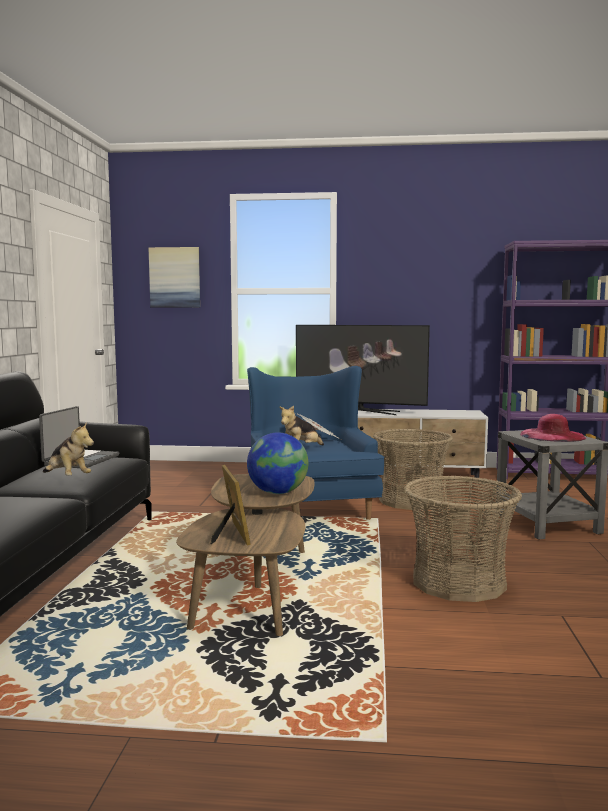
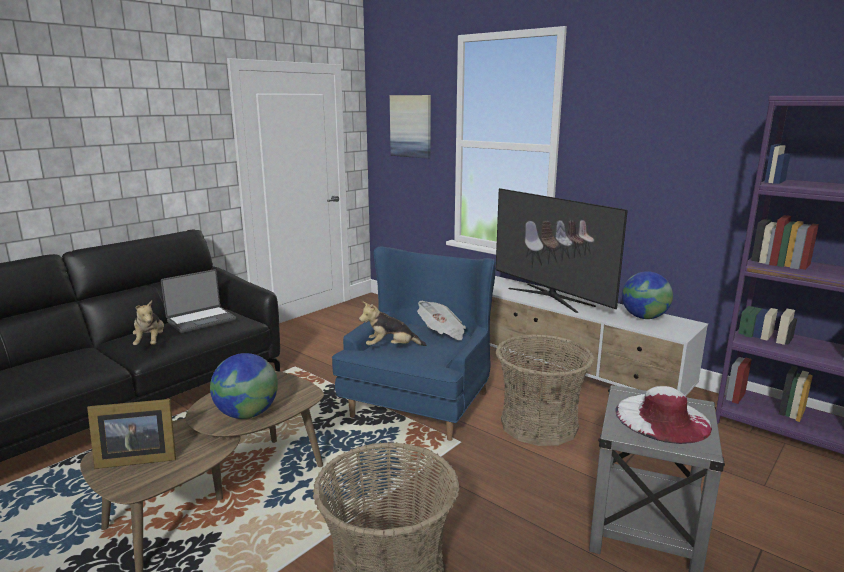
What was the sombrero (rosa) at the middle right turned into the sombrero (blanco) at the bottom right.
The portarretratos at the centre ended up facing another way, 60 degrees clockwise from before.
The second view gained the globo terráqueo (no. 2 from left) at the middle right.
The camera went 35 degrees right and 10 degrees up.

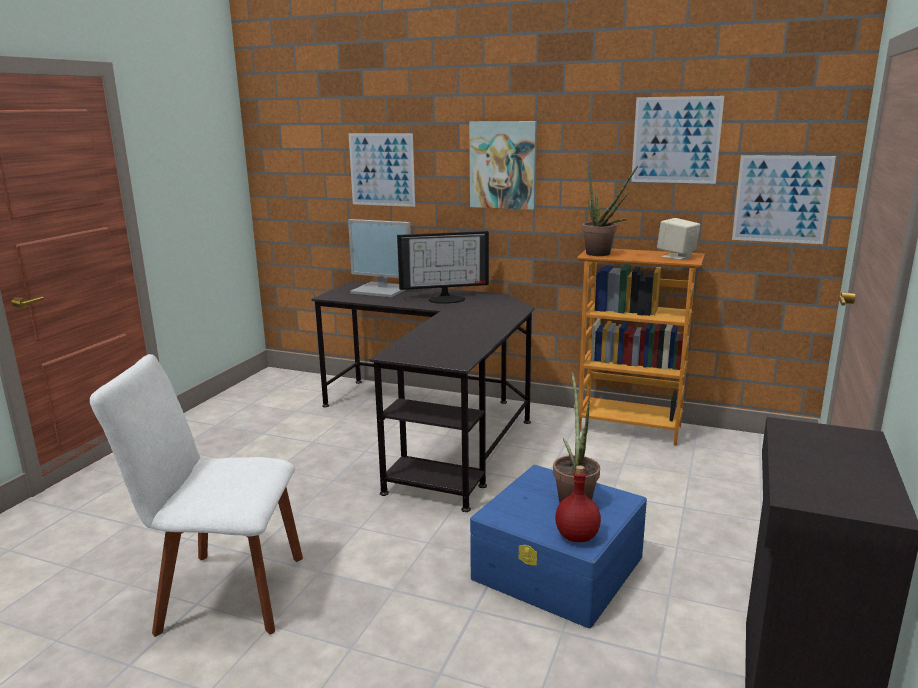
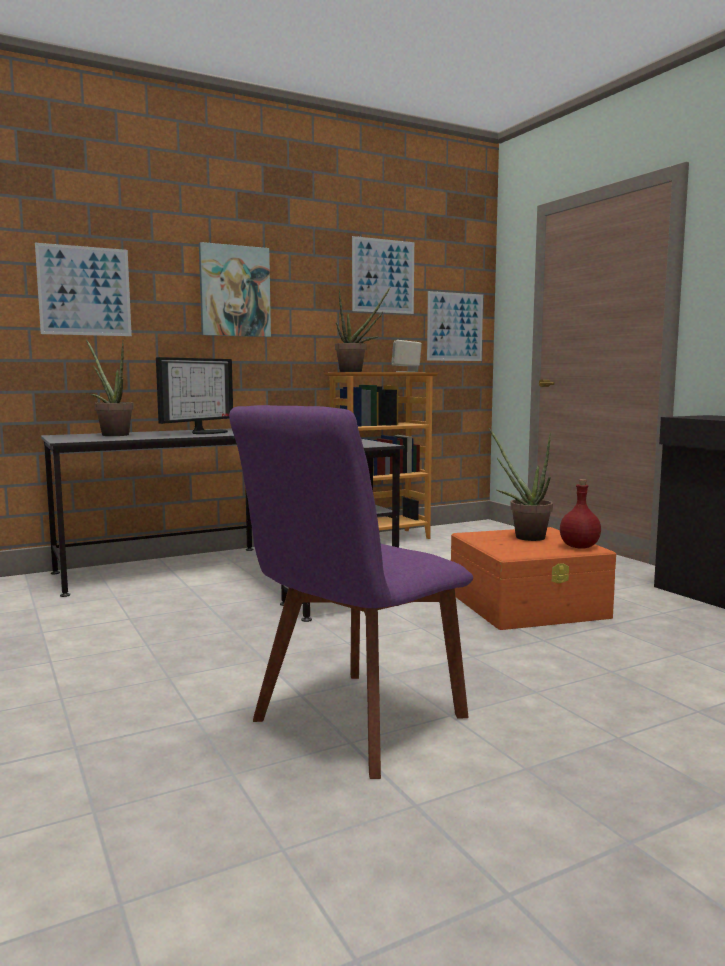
Where the monitor (no. 1 from left) stood at the centre, the planta en maceta (no. 1 from left) came to stand at the middle left.
What was the silla (blanco) at the bottom left turned into the silla (morado) at the centre.
What was the caja de almacenaje (azul) at the bottom centre turned into the caja de almacenaje (naranja) at the middle right.
The camera went 50 degrees left and 10 degrees down.

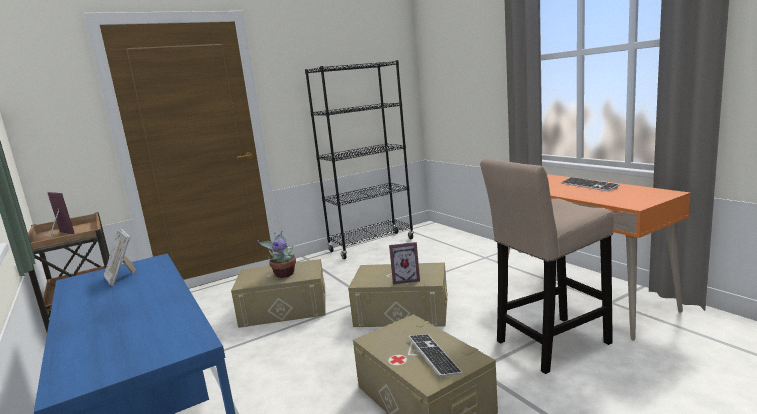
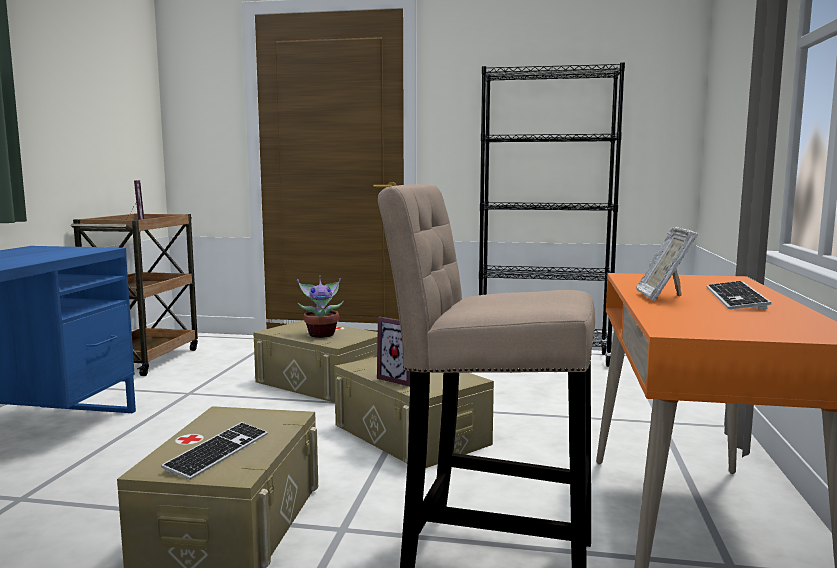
The portarretratos (no. 2 from left in the first image) ended up elsewhere, having gone from the middle left to the middle right.
The camera went 40 degrees right and 5 degrees down.

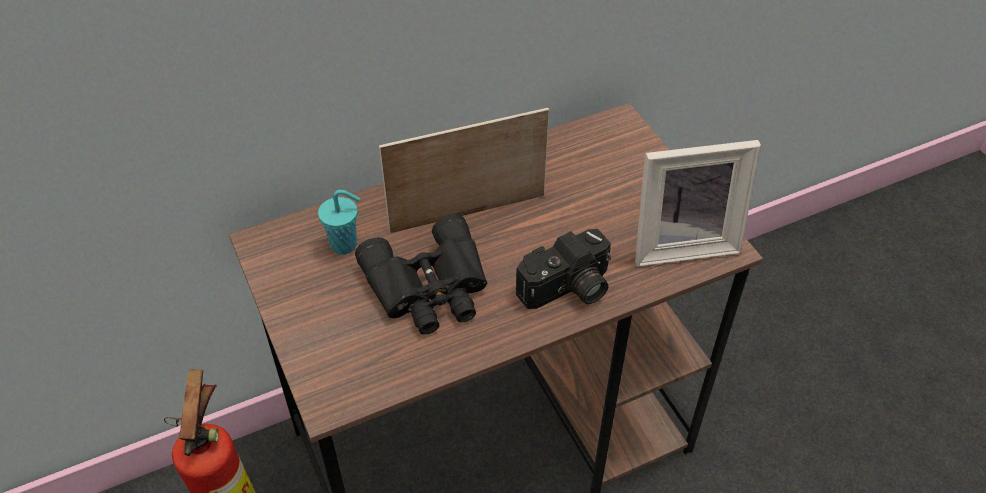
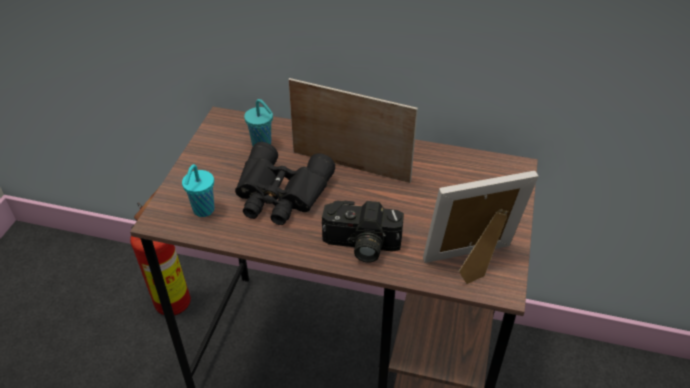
The portarretratos (no. 2 from left) at the middle right ended up facing another way, 135 degrees clockwise from before.
The second view gained the taza (turquesa) (no. 1 from left) at the middle left.
The camera went 40 degrees right and 5 degrees down.

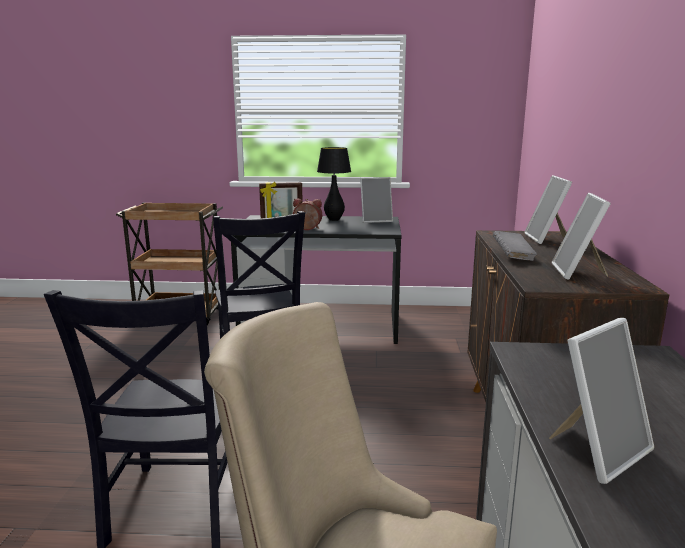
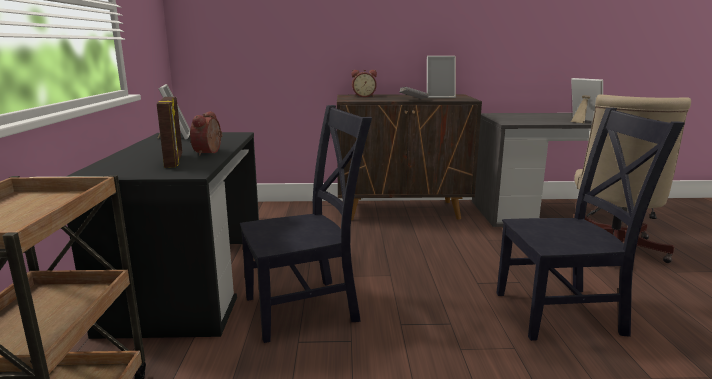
The second view lost the lámpara de mesa (negro) at the centre.
Where the portarretratos (no. 3 from left) stood at the middle right, the despertador (no. 2 from left) came to stand at the top centre.
The camera went 95 degrees left and 0 degrees up.

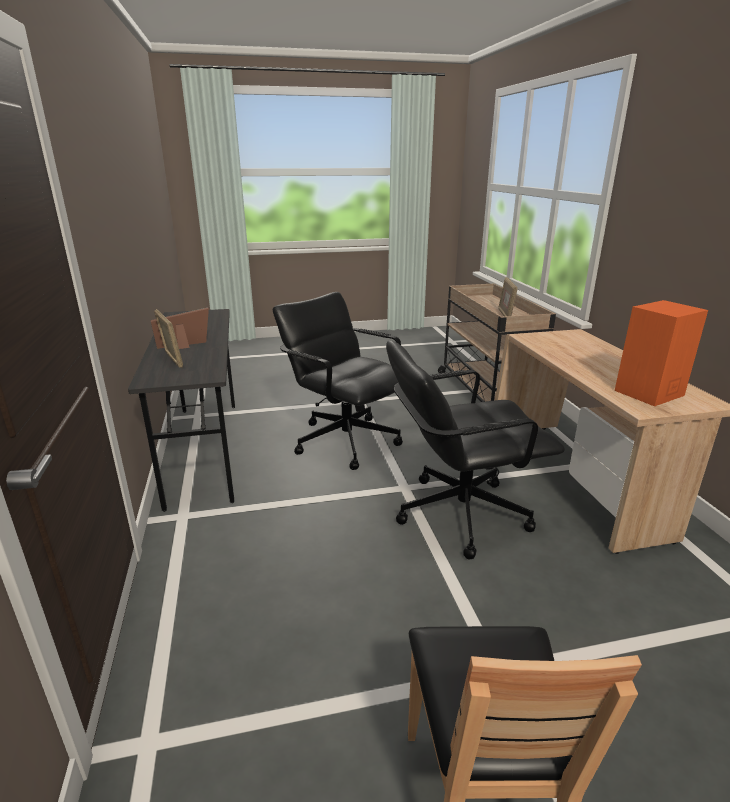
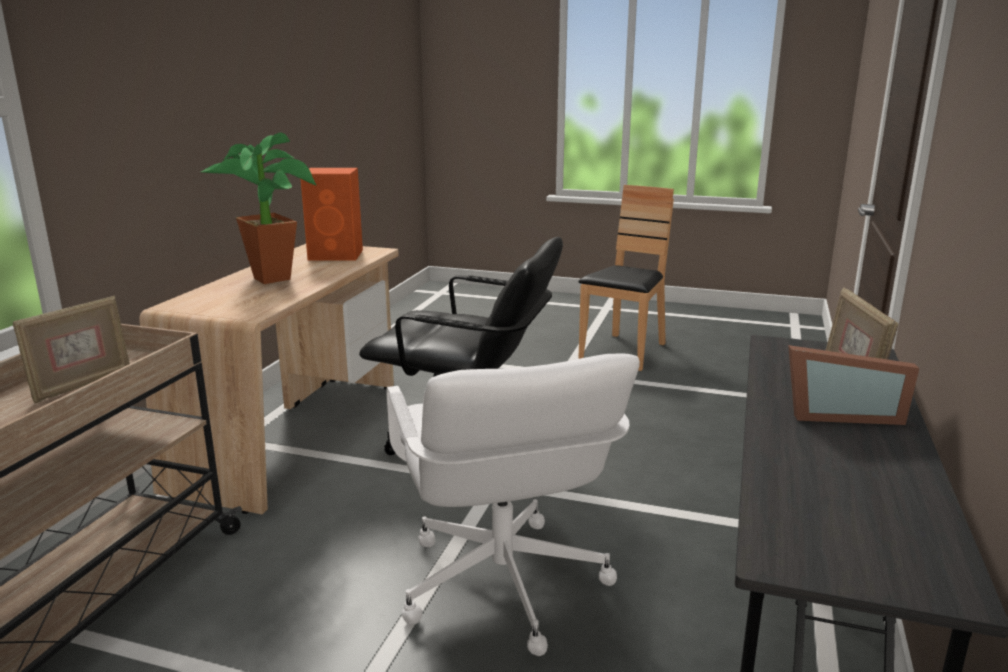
What was the silla de oficina (negro) (no. 1 from left) at the centre turned into the silla de oficina (blanco) at the bottom centre.
The second view gained the planta en maceta at the top left.
The camera went 150 degrees left and 5 degrees down.

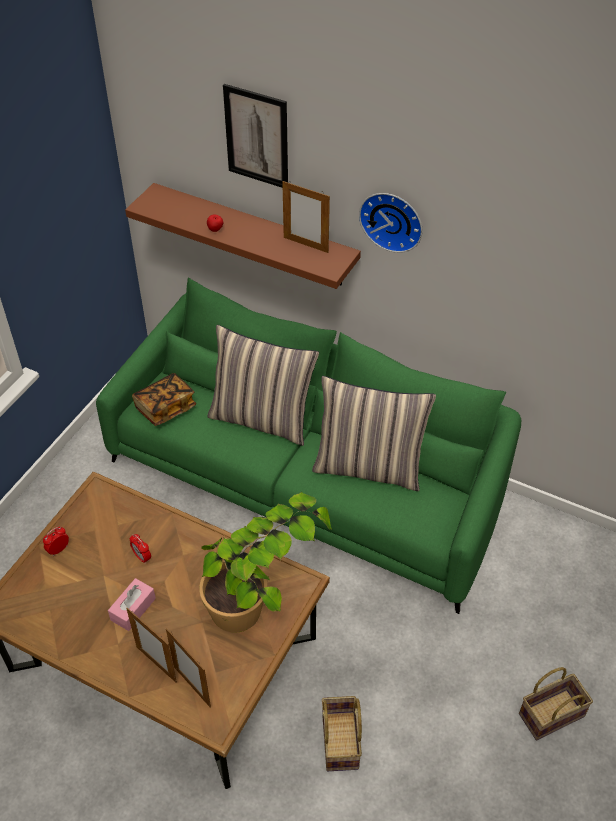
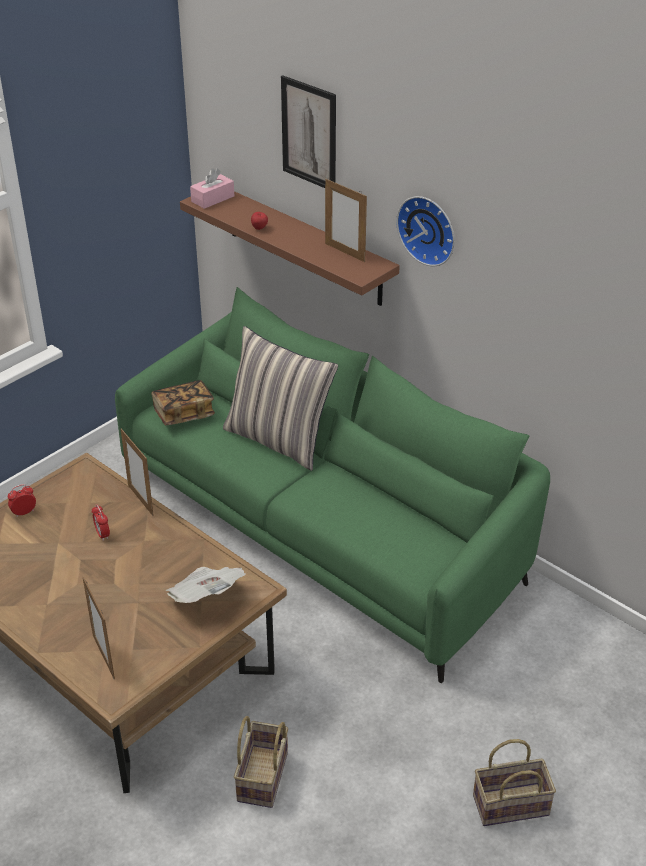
The second view lost the cojín (no. 2 from left) at the centre.
Where the planta en maceta stood at the bottom centre, the periódico came to stand at the bottom left.
The caja de pañuelos (rosa) ended up elsewhere, having gone from the bottom left to the top left.
The portarretratos (no. 1 from left in the first image) ended up elsewhere, having gone from the bottom left to the middle left.
The camera went 15 degrees right and 10 degrees down.

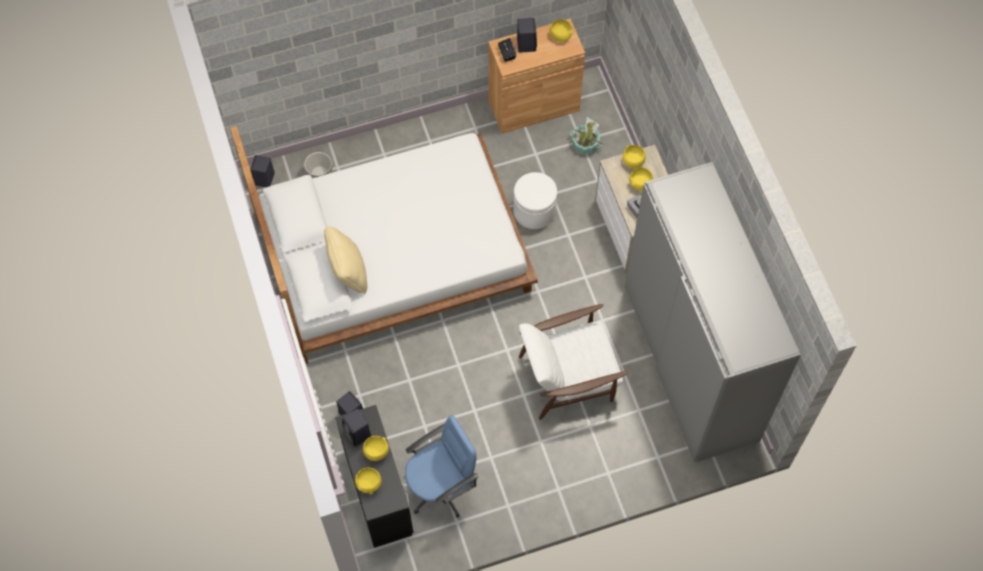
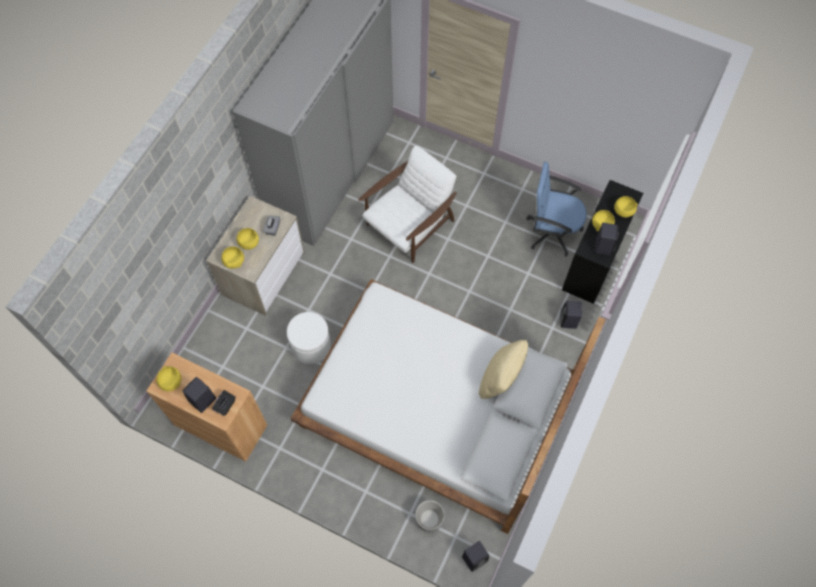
The second view lost the planta en maceta at the top centre.
The sillón (blanco) at the centre ended up facing another way, 75 degrees counterclockwise from before.
The camera went 135 degrees left and 0 degrees up.

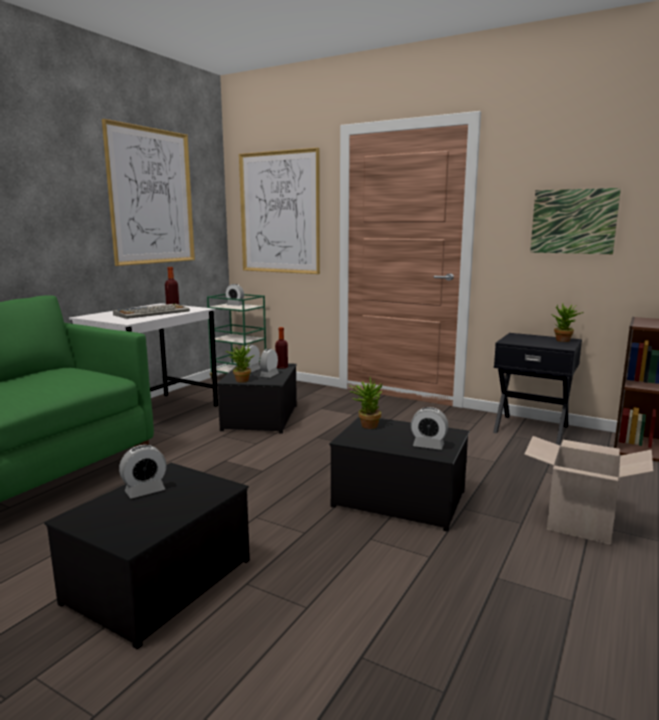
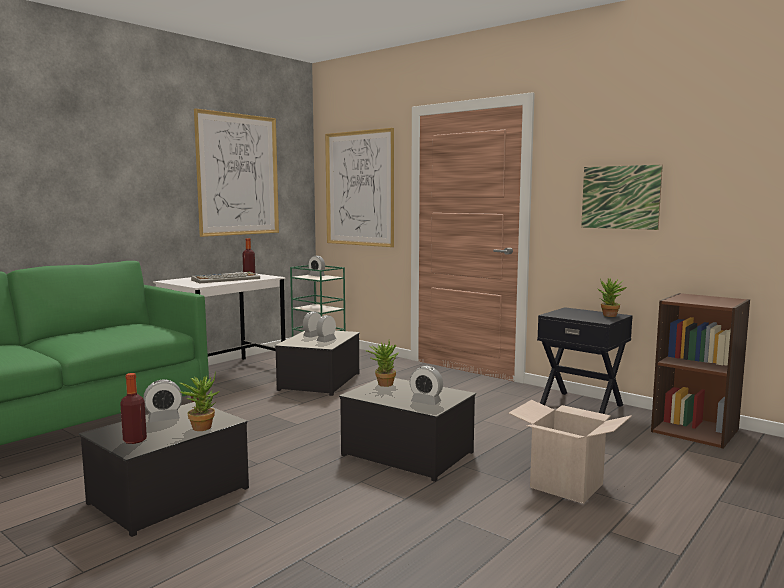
The botella (no. 2 from left in the first image) ended up elsewhere, having gone from the centre to the bottom left.
The planta en maceta (no. 1 from left) ended up elsewhere, having gone from the centre to the bottom left.
The camera went 10 degrees right and 5 degrees down.

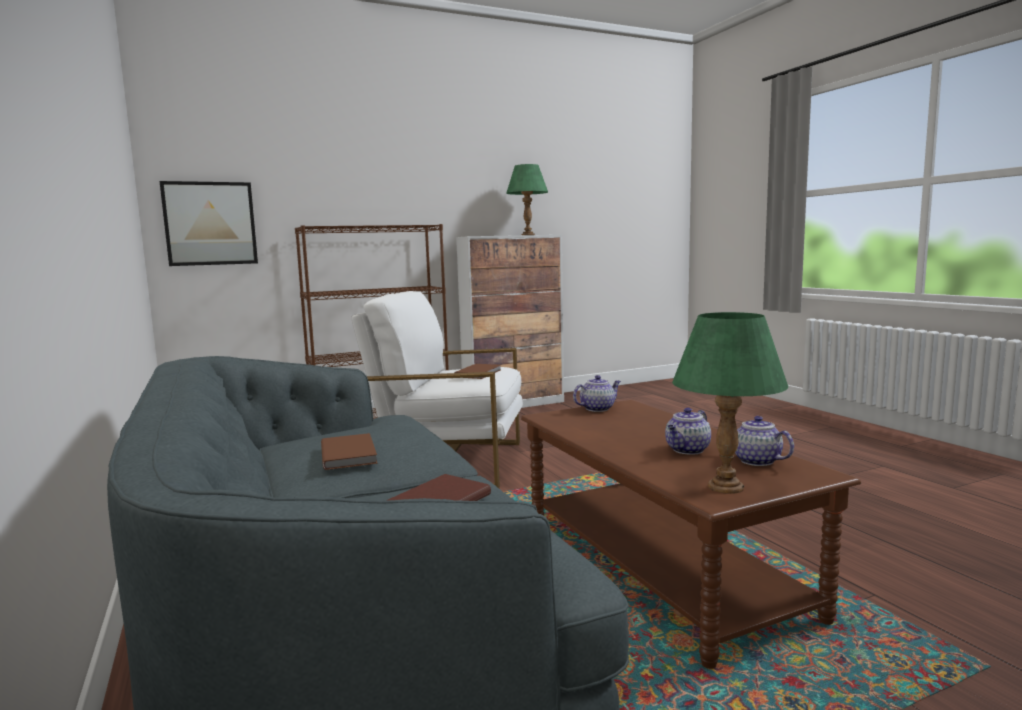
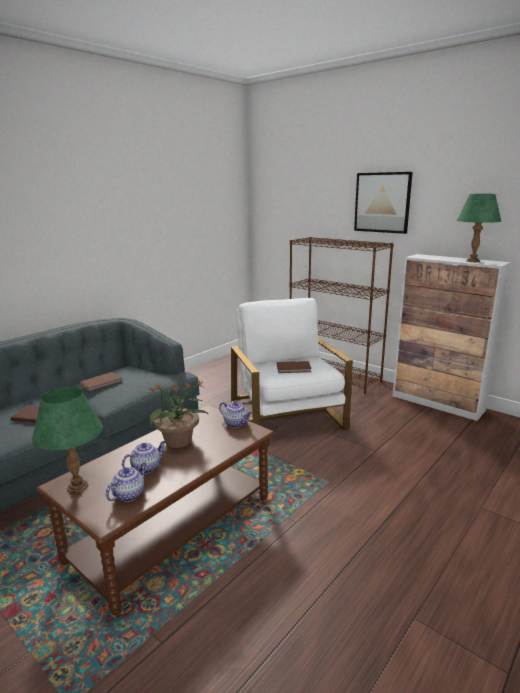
The cuadro ended up elsewhere, having gone from the top left to the top right.
The tetera (no. 2 from left) at the middle right ended up facing another way, 120 degrees clockwise from before.
The second view gained the planta en maceta at the centre.
The camera went 65 degrees right and 10 degrees up.

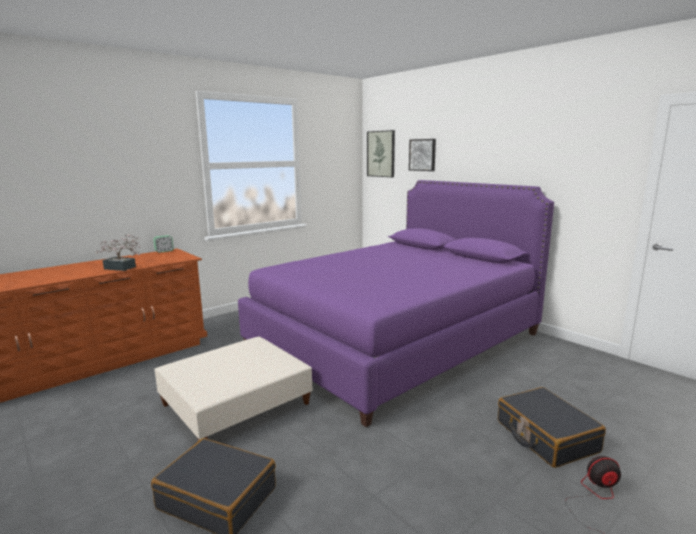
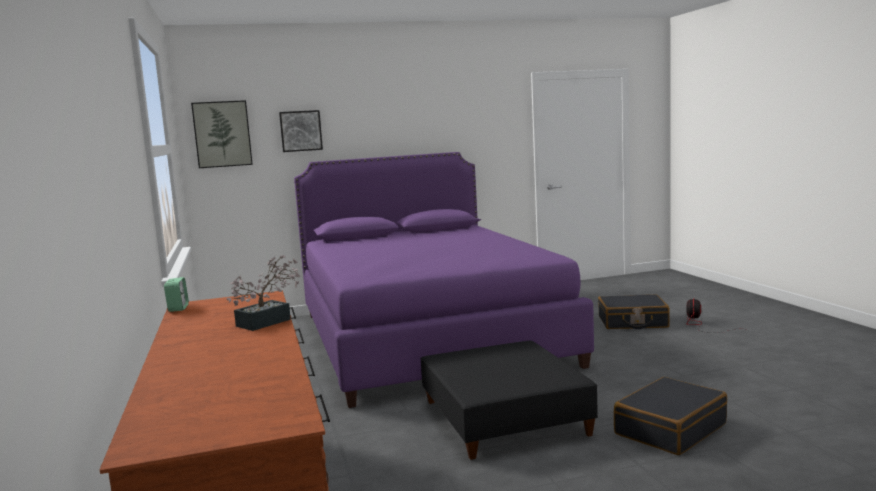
What was the puf (beis) at the bottom centre turned into the puf (negro) at the bottom centre.
The camera went 65 degrees left and 5 degrees down.

